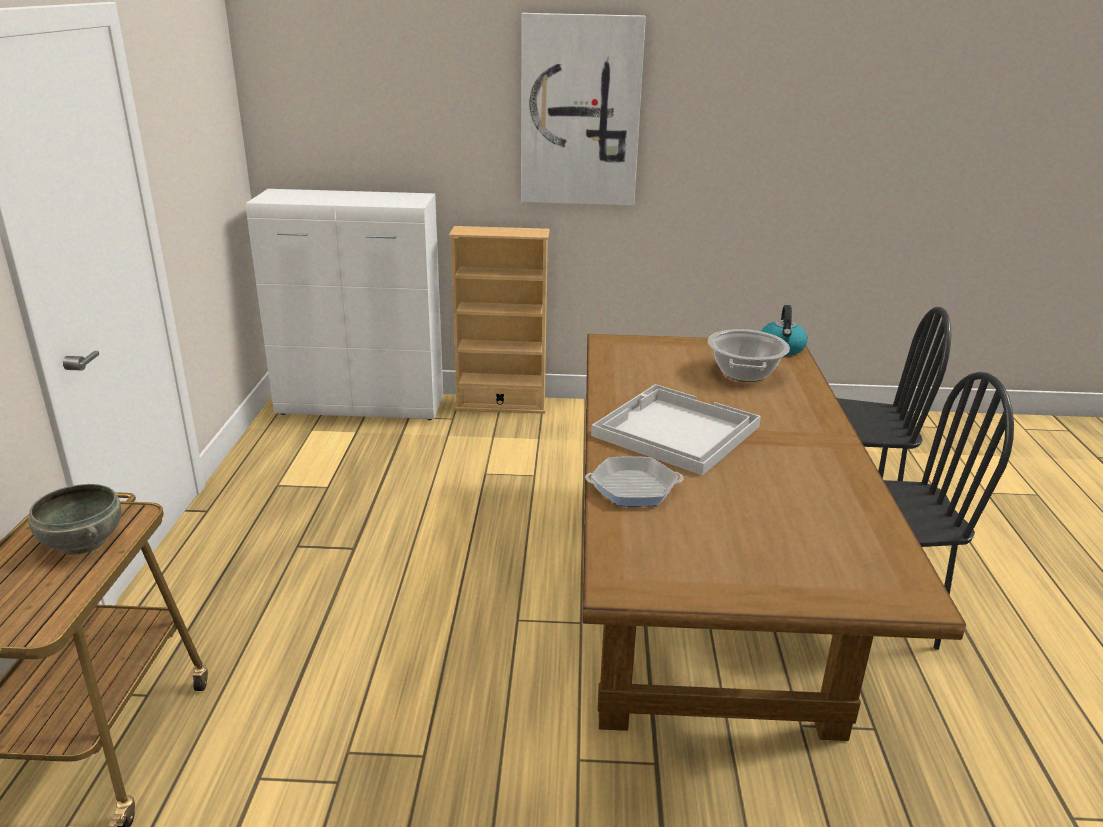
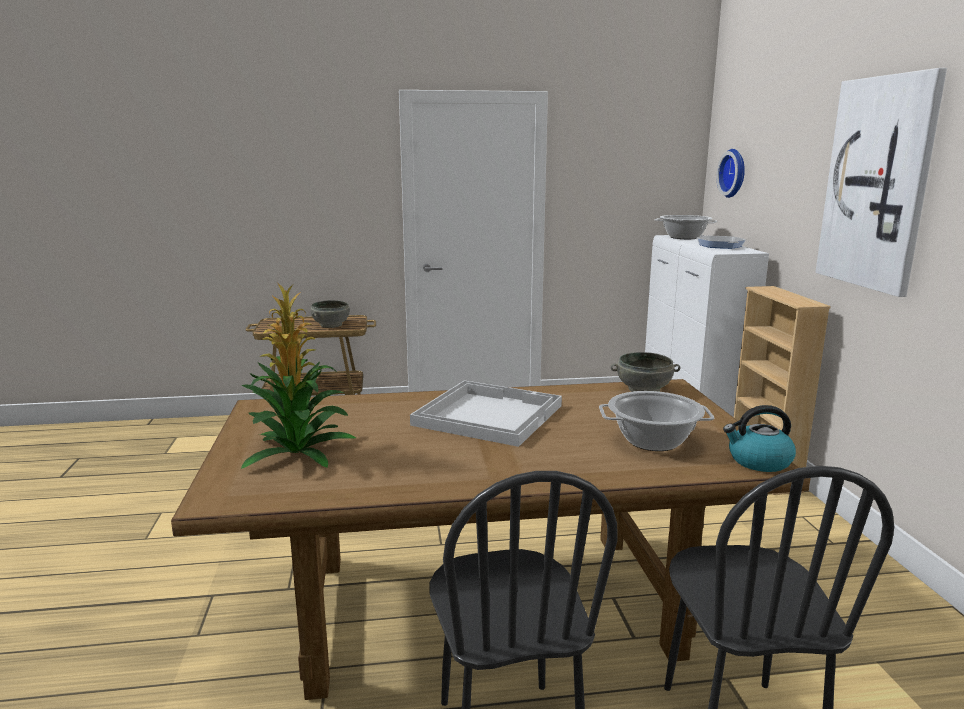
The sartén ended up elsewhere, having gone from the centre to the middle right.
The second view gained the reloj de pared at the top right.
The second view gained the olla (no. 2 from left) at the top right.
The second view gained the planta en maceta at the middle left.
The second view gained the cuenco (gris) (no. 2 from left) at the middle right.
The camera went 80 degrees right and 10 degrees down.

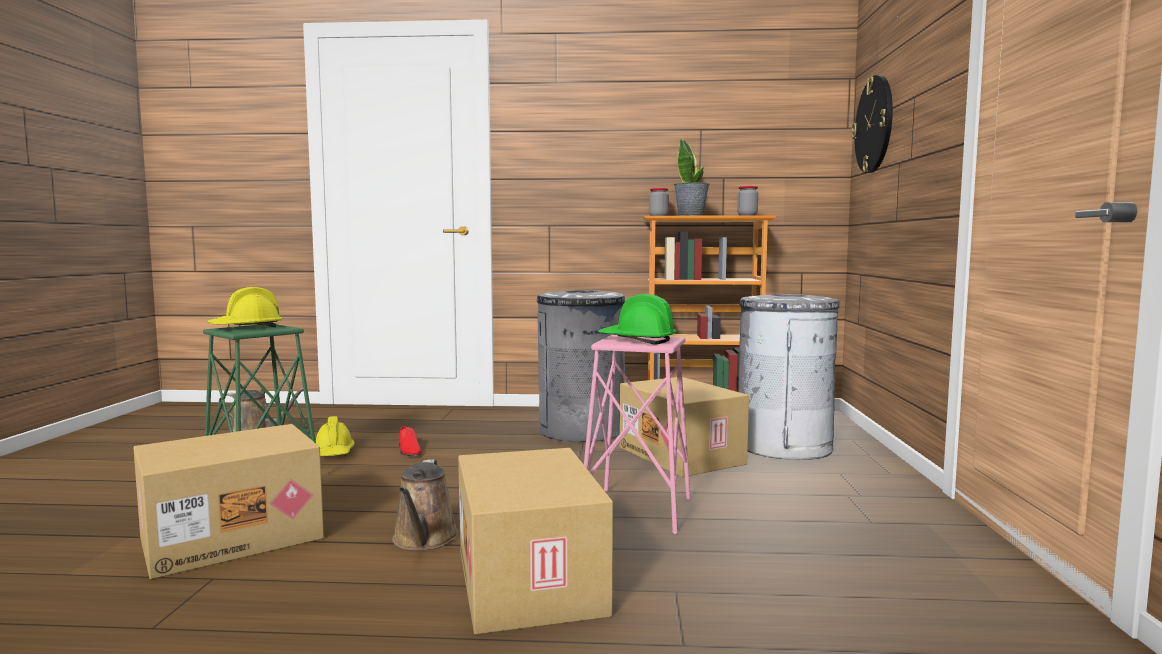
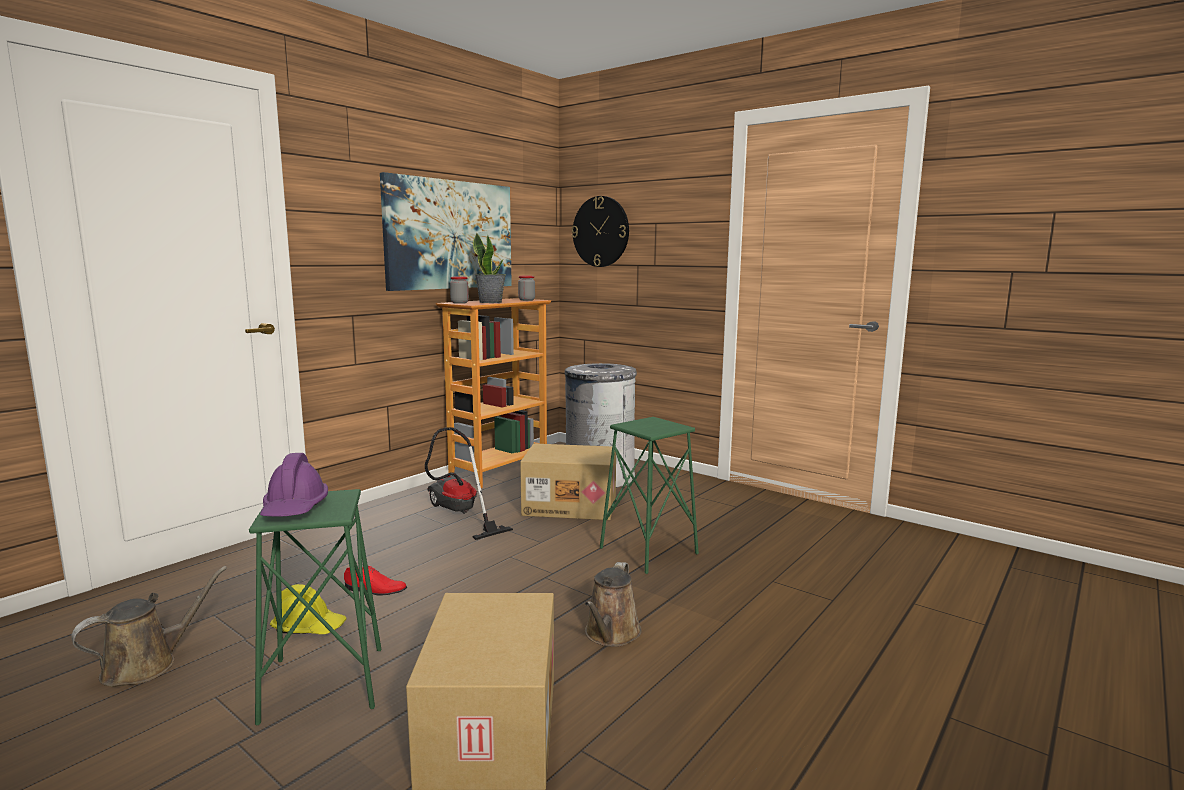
What was the casco (amarillo) (no. 1 from left) at the middle left turned into the casco (morado) at the middle left.
Where the papelera (gris) (no. 1 from left) stood at the centre, the aspiradora came to stand at the centre.
The second view lost the casco (verde) at the centre.
What was the taburete (rosa) at the centre turned into the taburete (verde) (no. 2 from left) at the centre.
The second view lost the caja de cartón (no. 2 from left) at the bottom centre.
The regadera (marrón) (no. 2 from left) at the bottom centre ended up facing another way, 75 degrees clockwise from before.
The second view gained the cuadro at the top centre.
The camera went 55 degrees left and 5 degrees up.

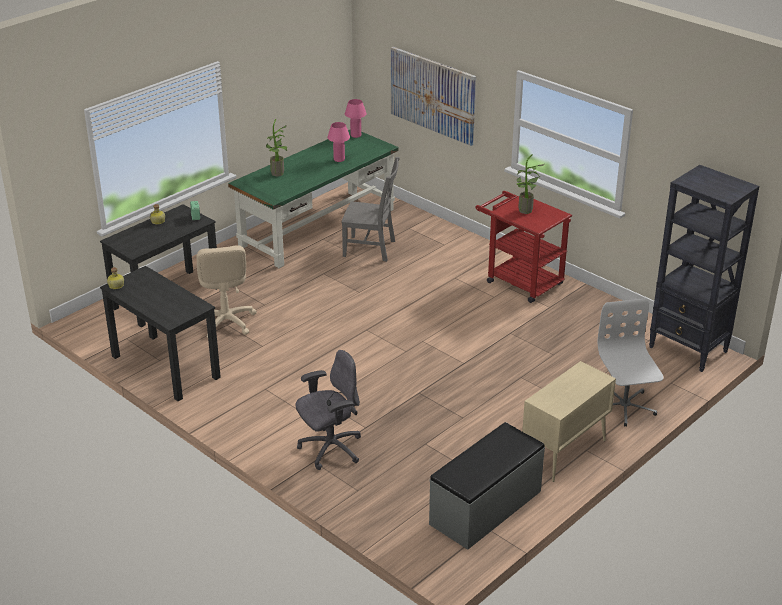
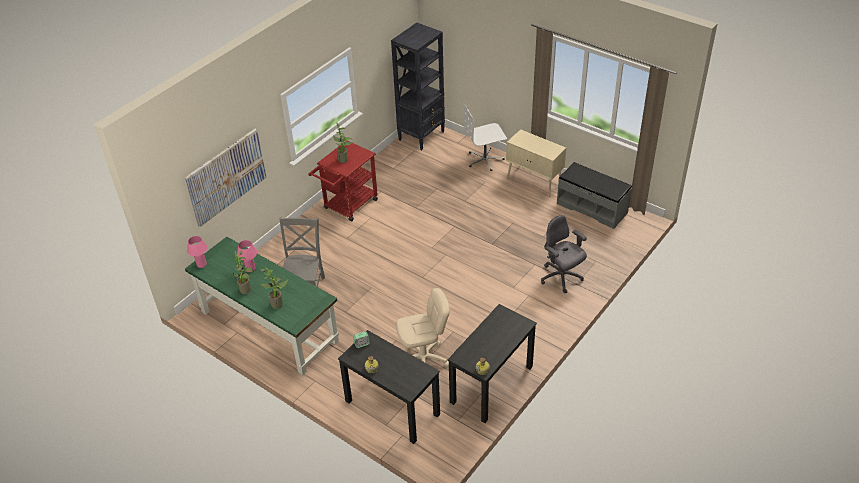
The second view gained the planta en maceta (no. 1 from left) at the middle left.
The camera went 95 degrees left and 10 degrees up.

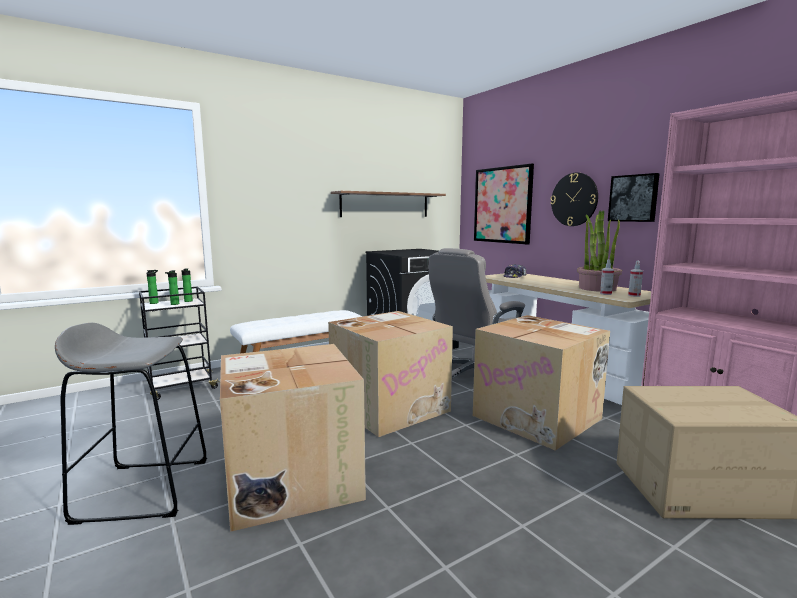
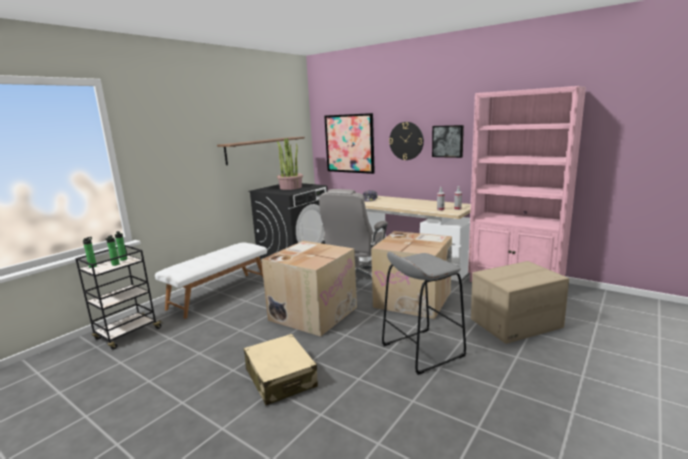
The planta en maceta ended up elsewhere, having gone from the middle right to the centre.
The taburete (gris) ended up elsewhere, having gone from the bottom left to the bottom centre.
Where the caja de cartón (no. 1 from left) stood at the bottom centre, the maleta (beis) came to stand at the bottom centre.
The camera went 20 degrees left and 5 degrees up.

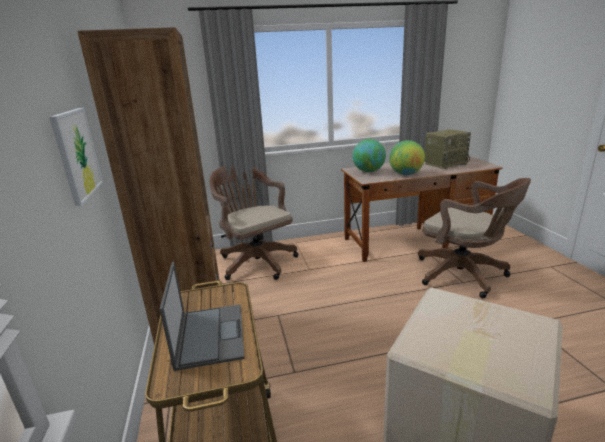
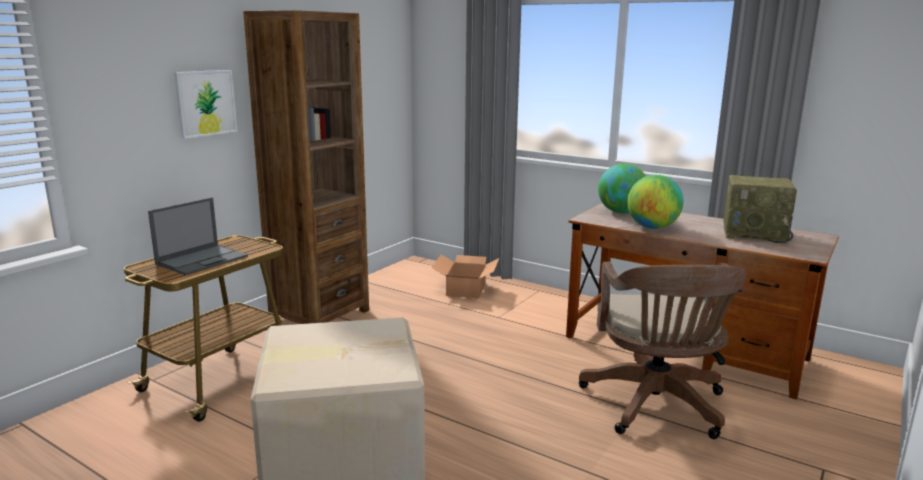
Where the silla de oficina (marrón) (no. 1 from left) stood at the centre, the caja de cartón (no. 2 from left) came to stand at the centre.
The camera went 45 degrees right and 5 degrees down.

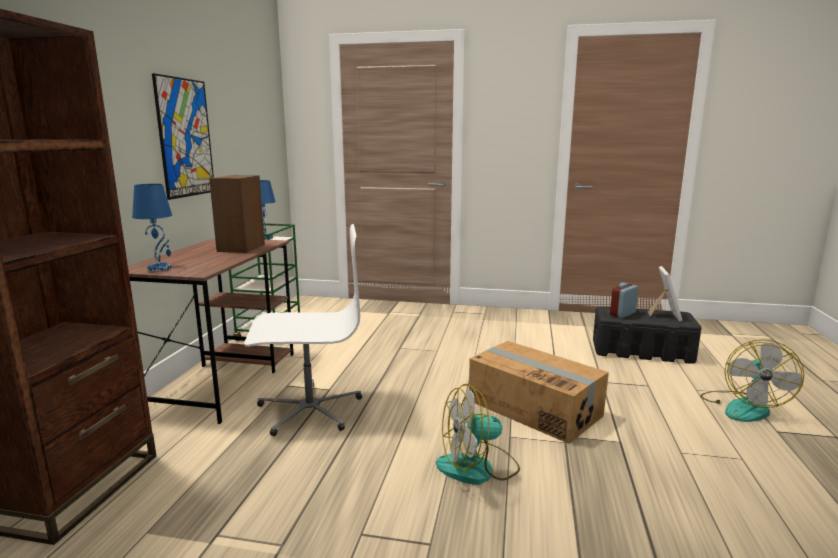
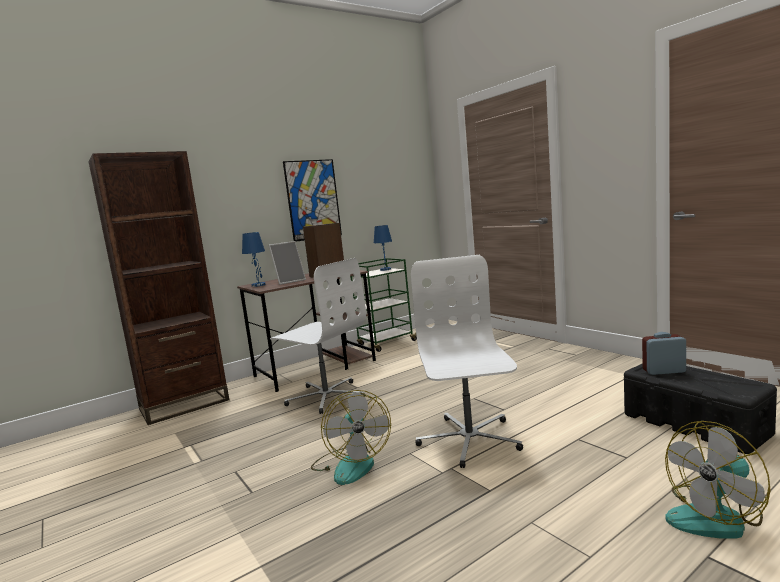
The portarretratos ended up elsewhere, having gone from the middle right to the centre.
Where the caja de cartón stood at the bottom centre, the silla de oficina (blanco) (no. 2 from left) came to stand at the centre.
The ventilador (no. 1 from left) at the bottom centre ended up facing another way, 135 degrees counterclockwise from before.
The camera went 45 degrees right and 5 degrees down.

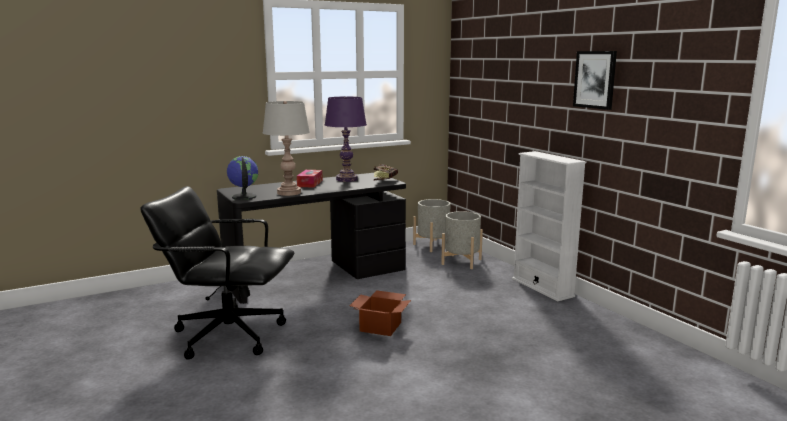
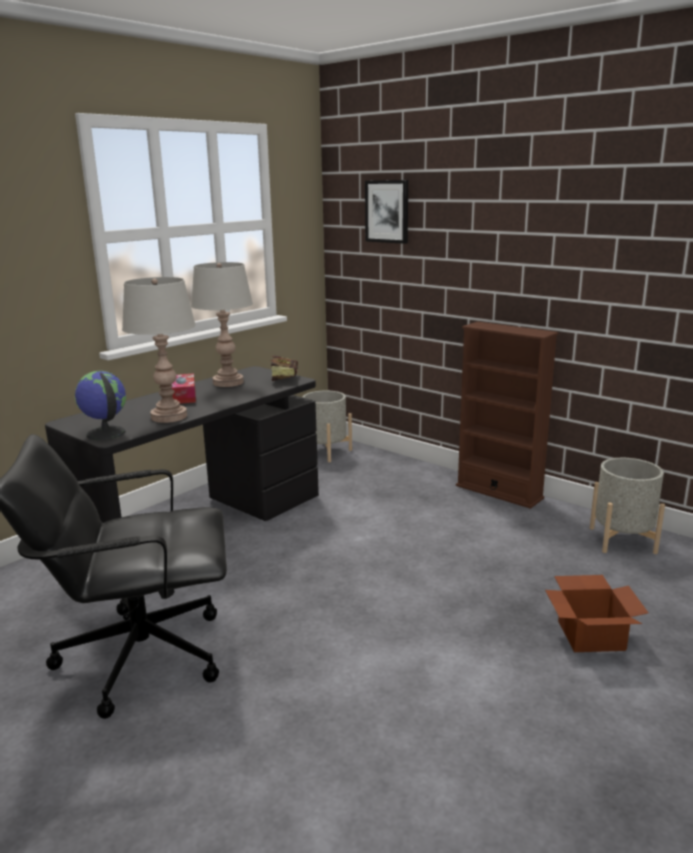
The cuadro ended up elsewhere, having gone from the top right to the top centre.
What was the lámpara de mesa (morado) at the top centre turned into the lámpara de mesa (gris) (no. 2 from left) at the middle left.
What was the estantería (blanco) at the middle right turned into the estantería (marrón) at the middle right.
The maceta (gris) (no. 2 from left) ended up elsewhere, having gone from the centre to the middle right.
The caja de cartón ended up elsewhere, having gone from the bottom centre to the bottom right.
The camera went 20 degrees left and 5 degrees up.

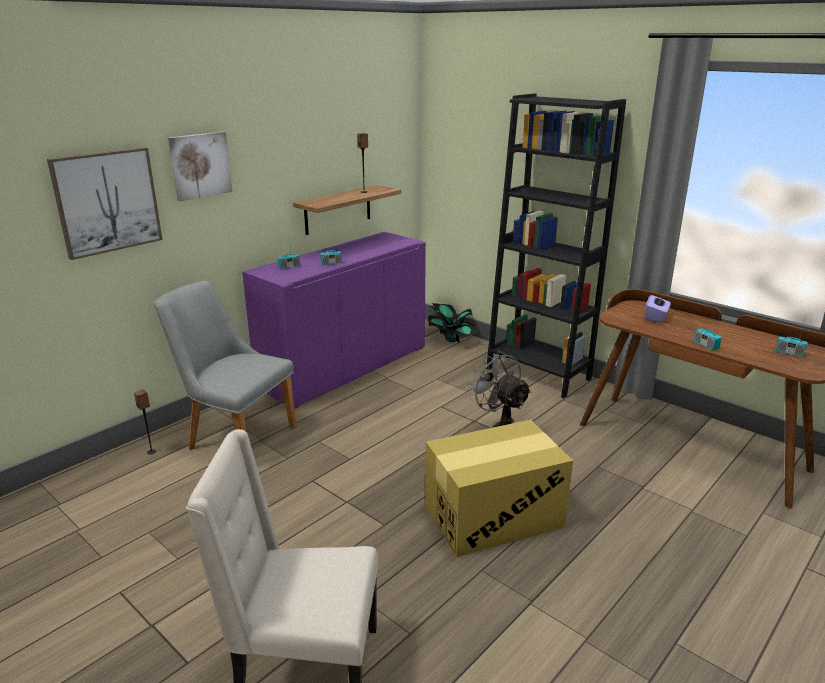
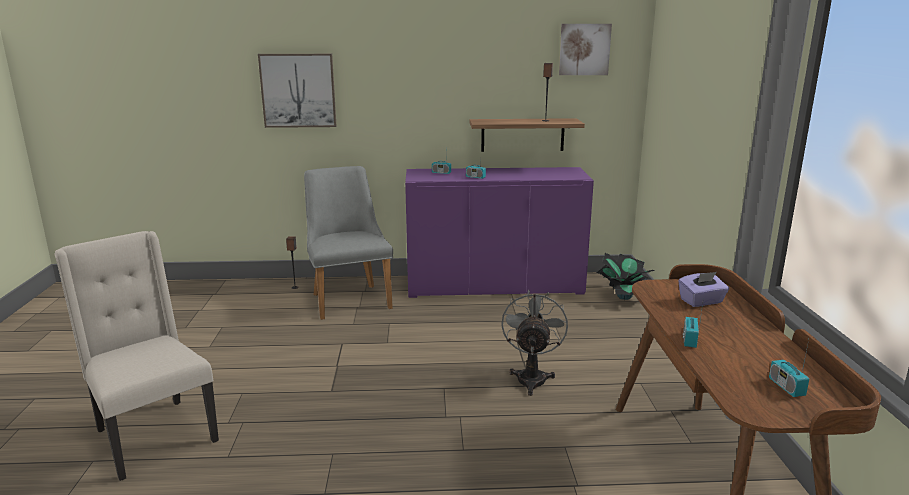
The second view lost the estantería (negro) at the middle right.
The cuadro (no. 2 from left) ended up elsewhere, having gone from the top left to the top centre.
The second view lost the caja de cartón at the bottom centre.
The camera went 45 degrees right and 5 degrees down.

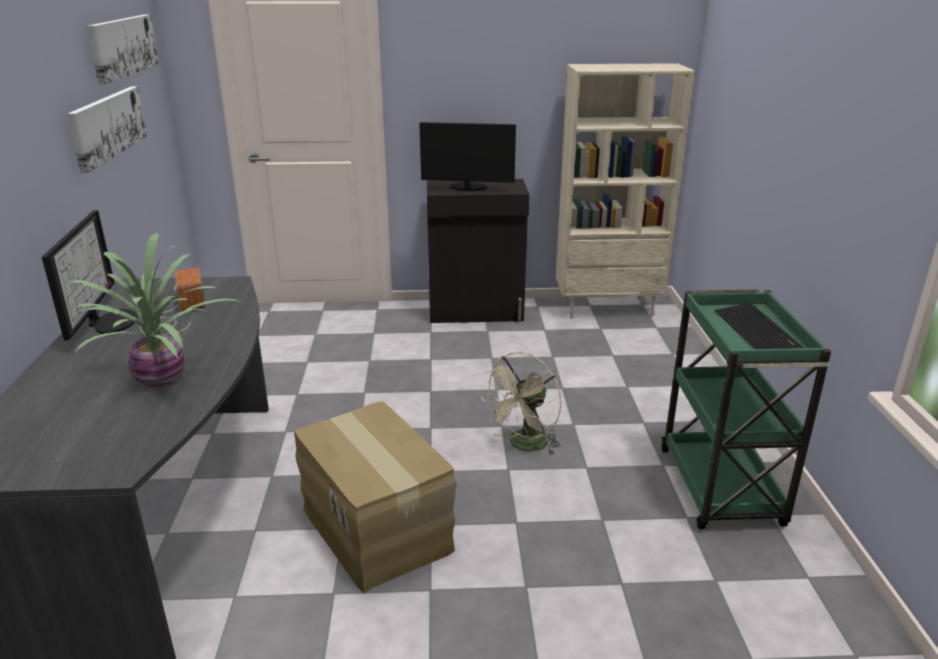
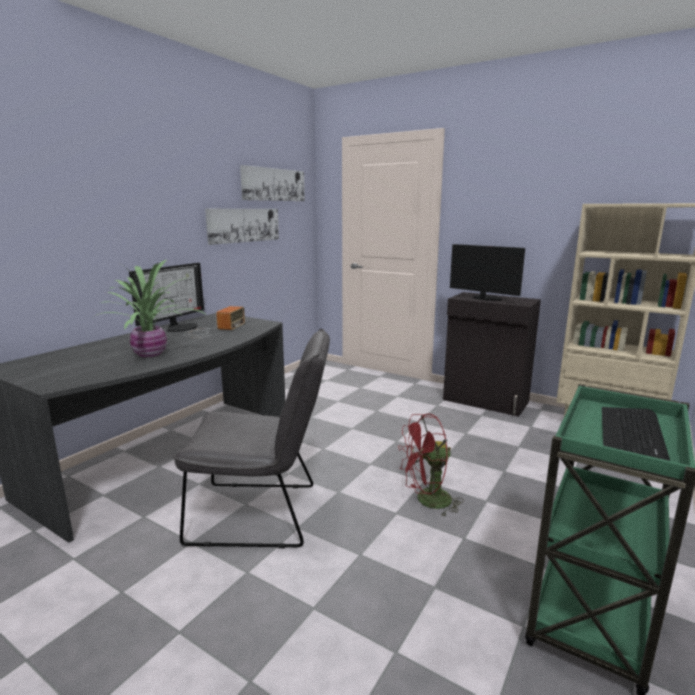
What was the ventilador (beis) at the centre turned into the ventilador (rojo) at the bottom centre.
Where the caja de cartón stood at the bottom centre, the silla (gris) came to stand at the centre.
The camera went 35 degrees right and 10 degrees down.

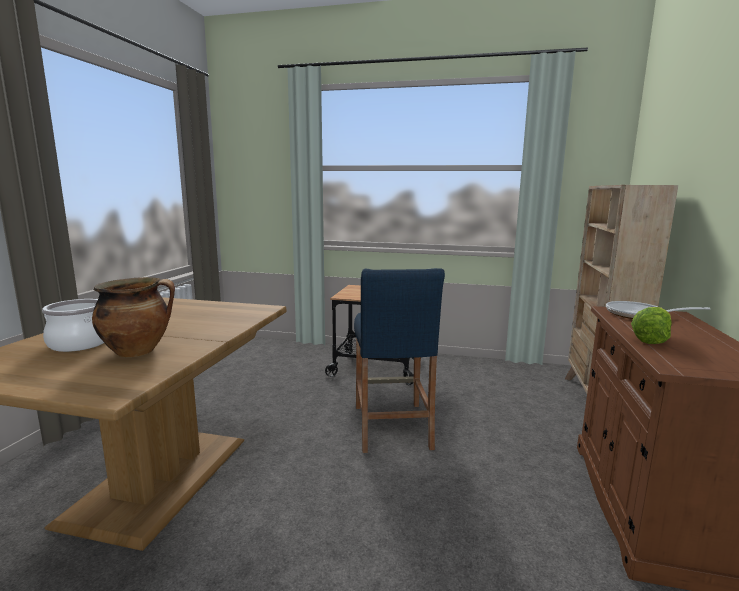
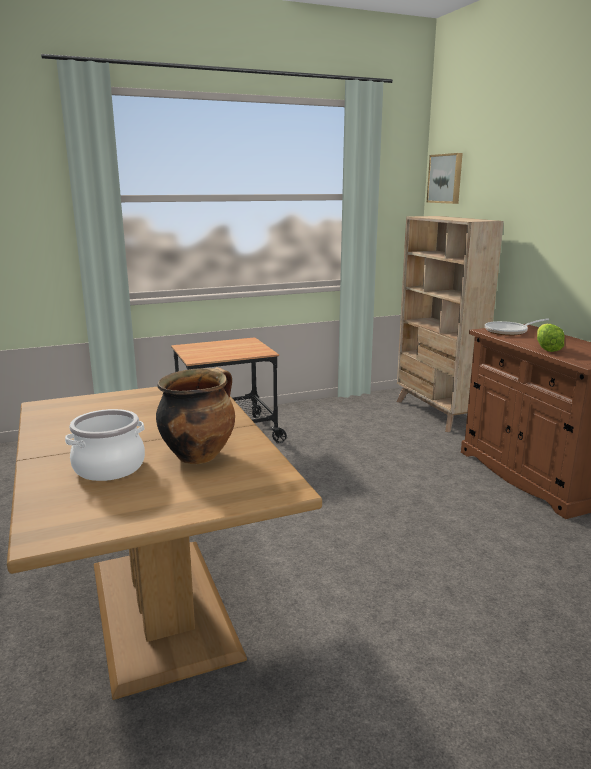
The second view lost the taburete (azul) at the centre.
The second view gained the cuadro at the top right.
The camera went 35 degrees left and 5 degrees up.

